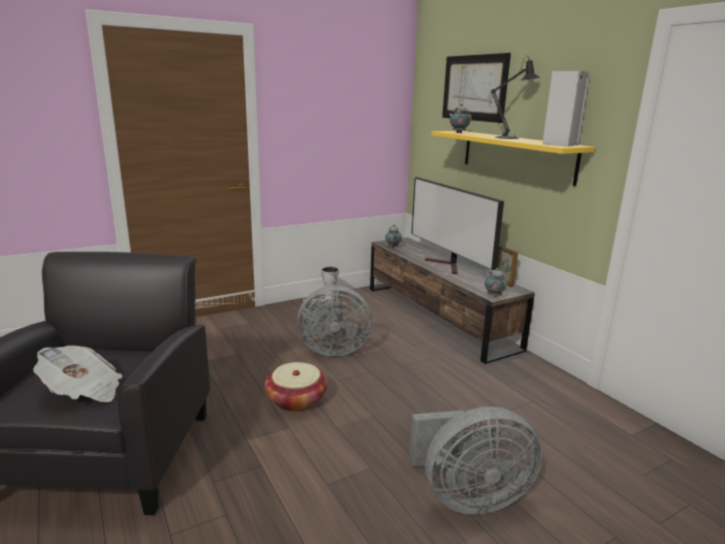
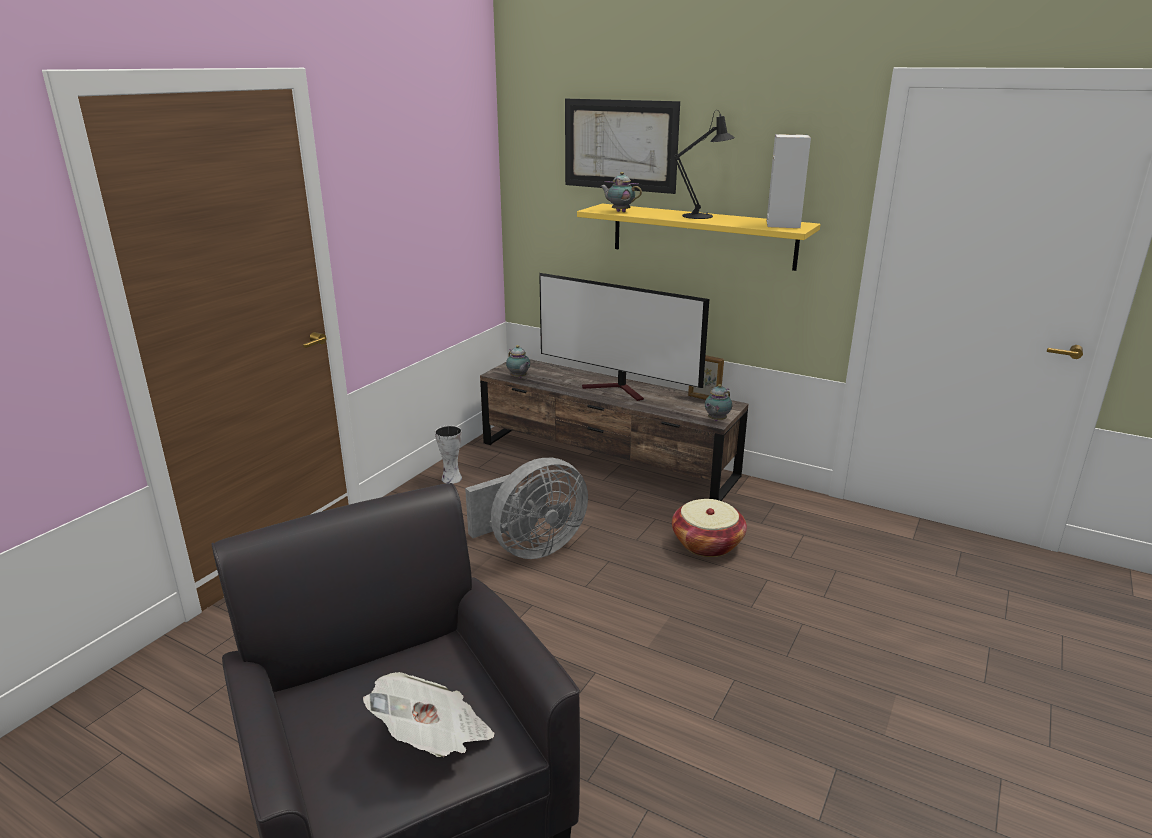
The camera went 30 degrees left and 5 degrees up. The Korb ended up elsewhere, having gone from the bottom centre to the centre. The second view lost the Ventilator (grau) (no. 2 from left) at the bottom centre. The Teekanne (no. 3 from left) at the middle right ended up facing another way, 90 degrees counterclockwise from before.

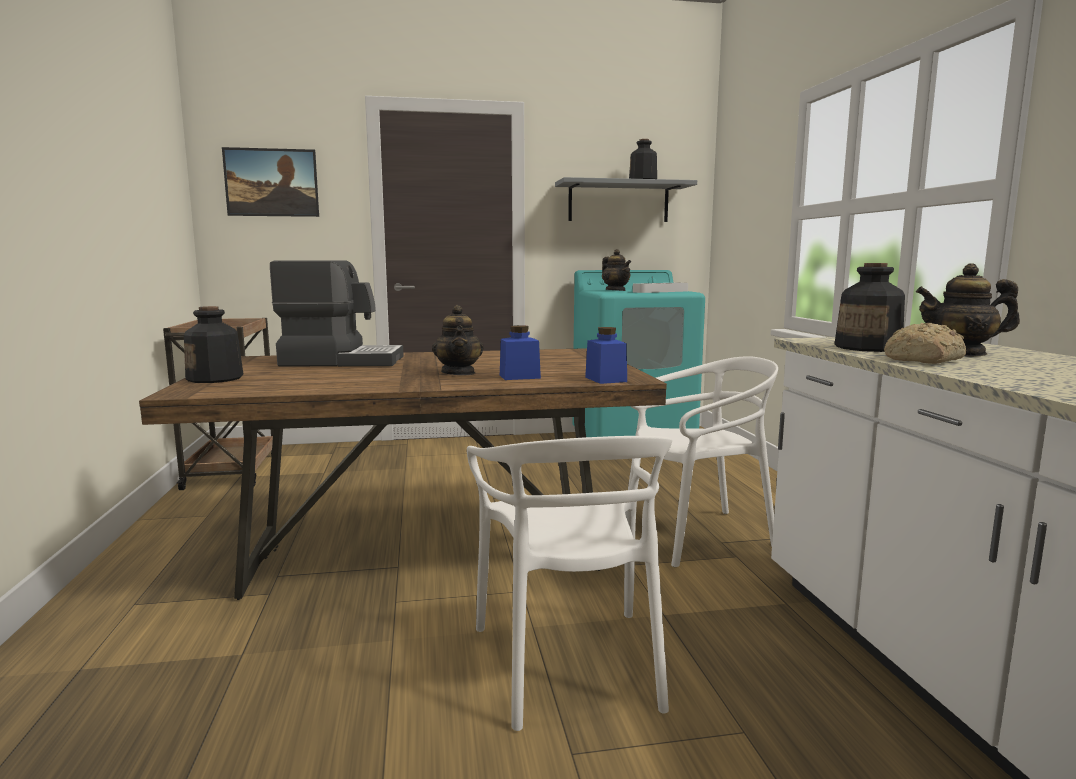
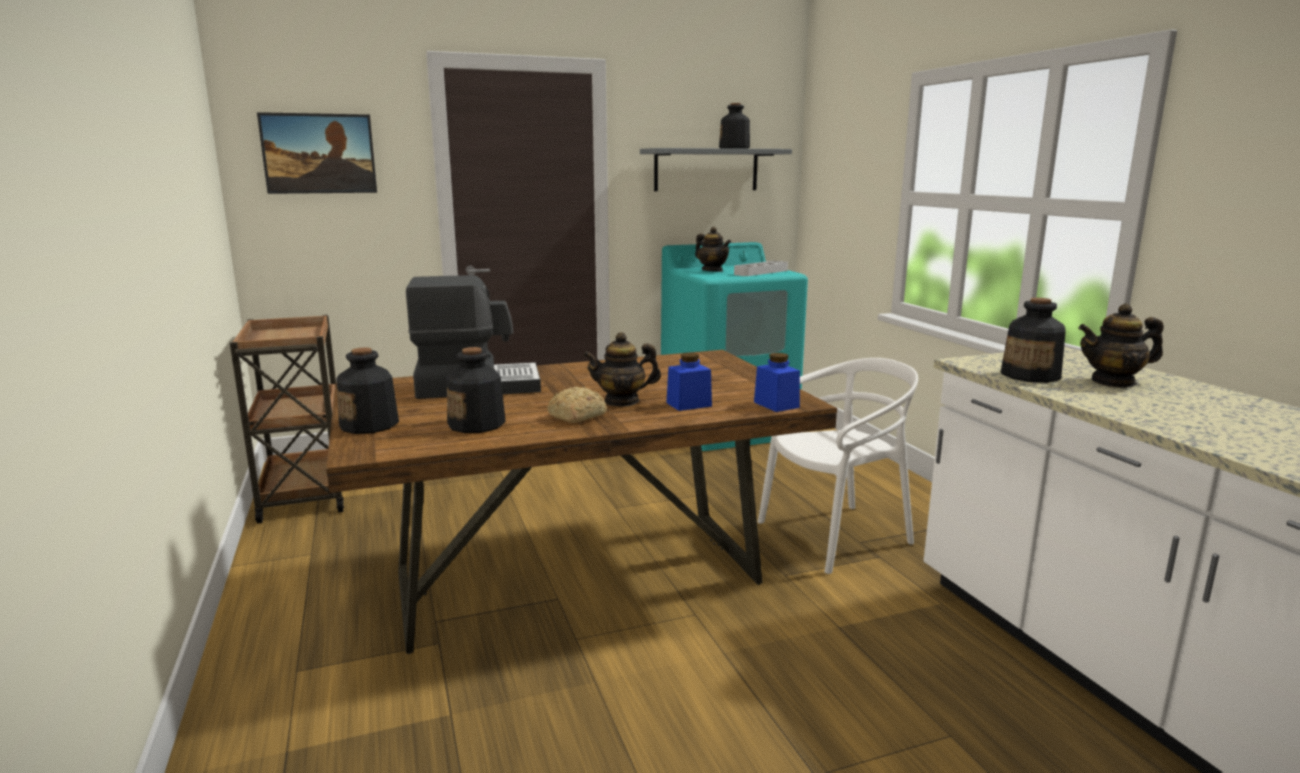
The camera went 10 degrees left and 5 degrees up. The Teekanne (no. 1 from left) at the centre ended up facing another way, 105 degrees clockwise from before. The second view lost the Stuhl (weiß) (no. 1 from left) at the bottom centre. The Brot ended up elsewhere, having gone from the middle right to the centre. The second view gained the Flasche (no. 2 from left) at the centre.

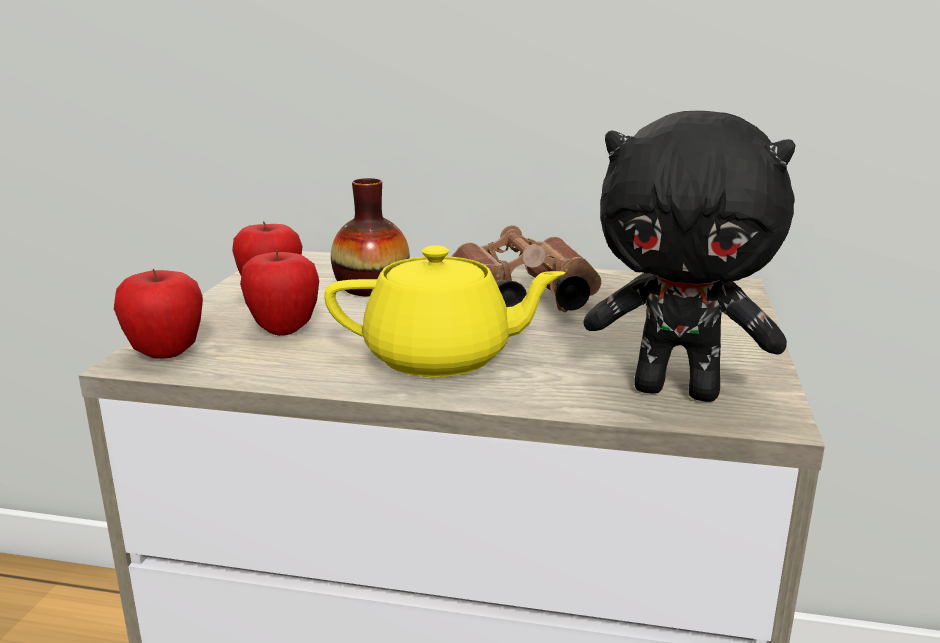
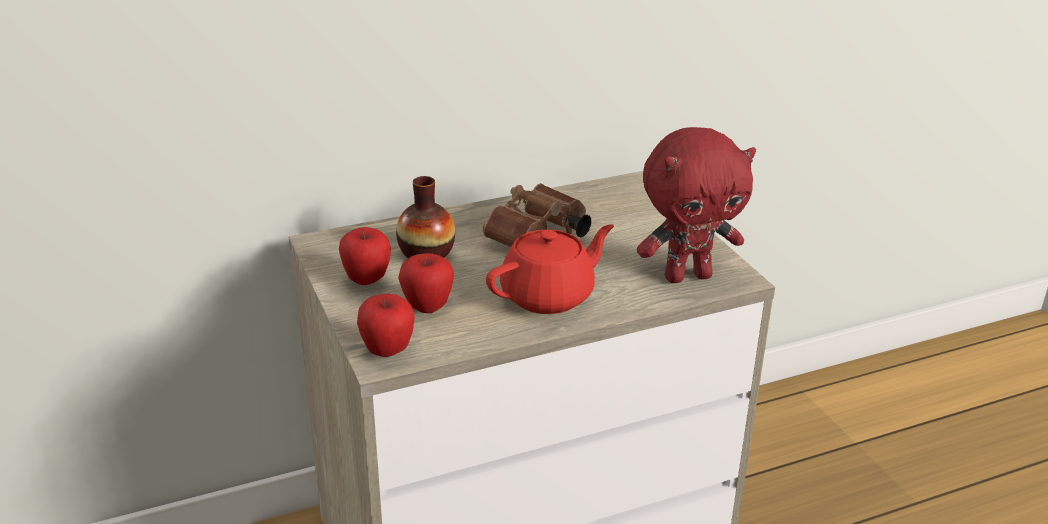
The camera went 35 degrees left and 10 degrees up. What was the Teekanne (gelb) at the centre turned into the Teekanne (rot) at the centre. What was the Plüschtier (schwarz) at the middle right turned into the Plüschtier (rot) at the centre.

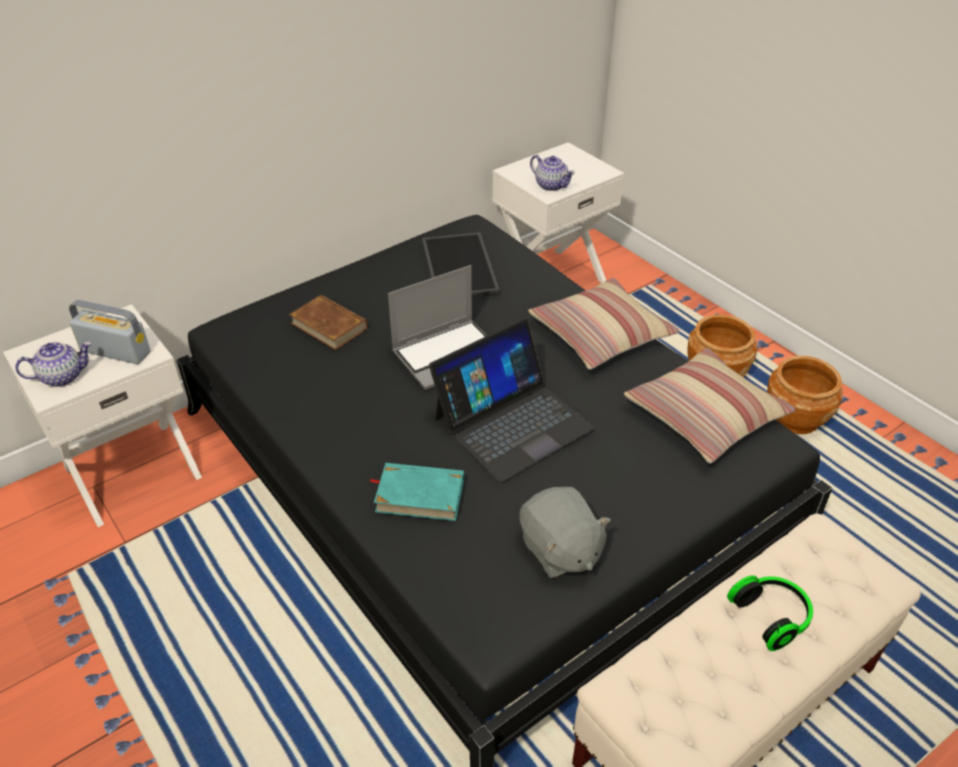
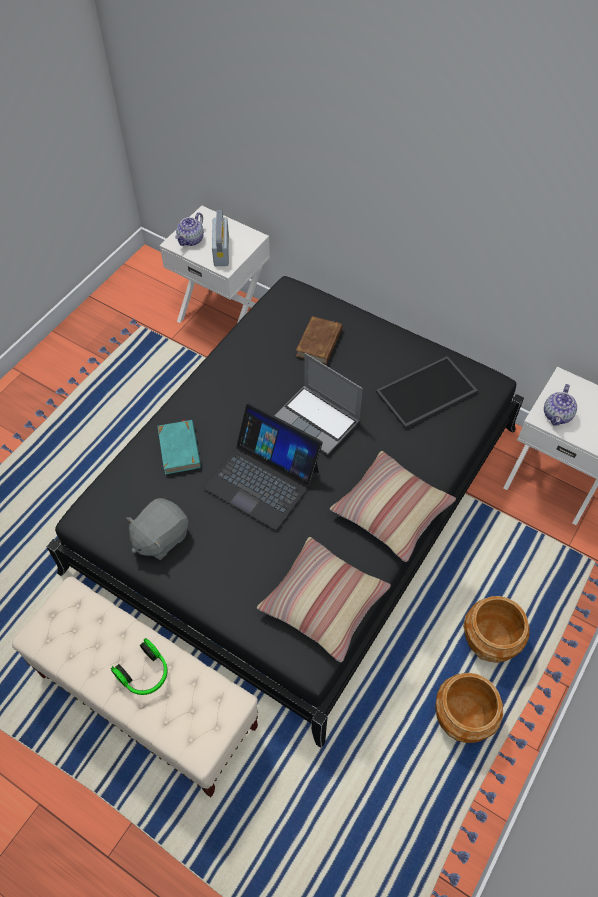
The camera went 70 degrees right and 15 degrees up. The Teekanne (no. 1 from left) at the middle left ended up facing another way, 75 degrees clockwise from before.

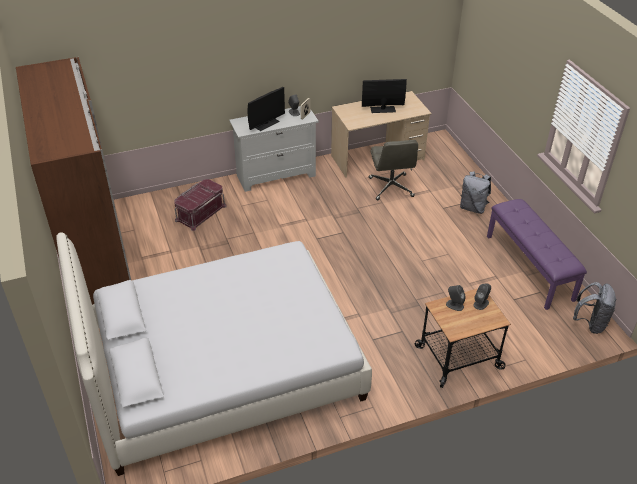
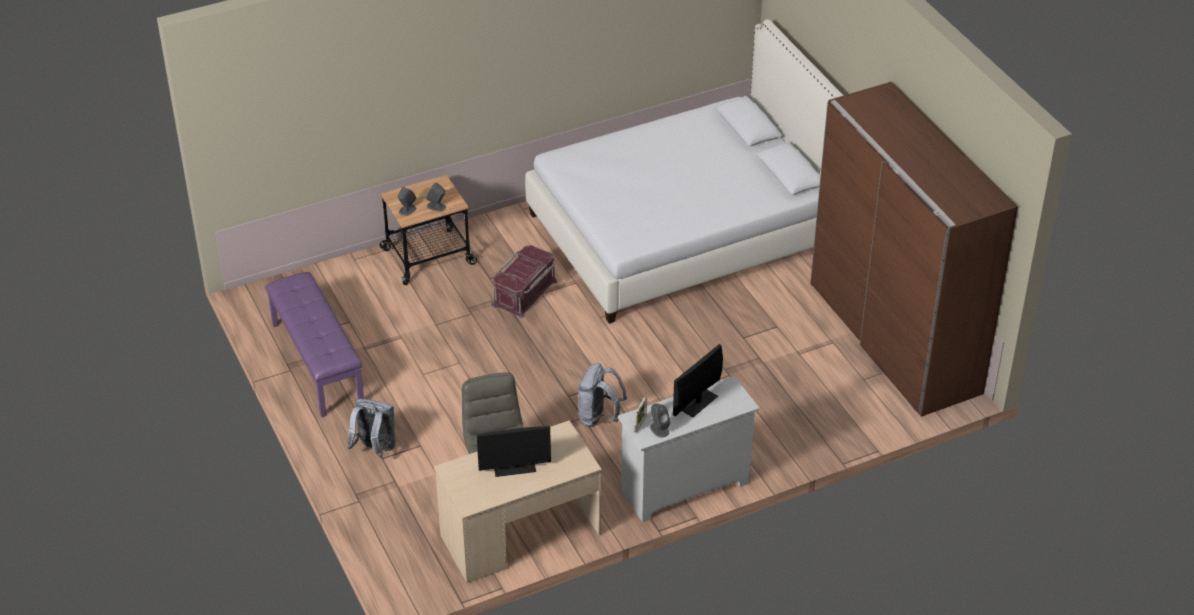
The camera went 175 degrees right and 0 degrees up. The Aufbewahrungsbox (rot) ended up elsewhere, having gone from the middle left to the centre. The Rucksack (grau) (no. 2 from left) ended up elsewhere, having gone from the middle right to the centre.

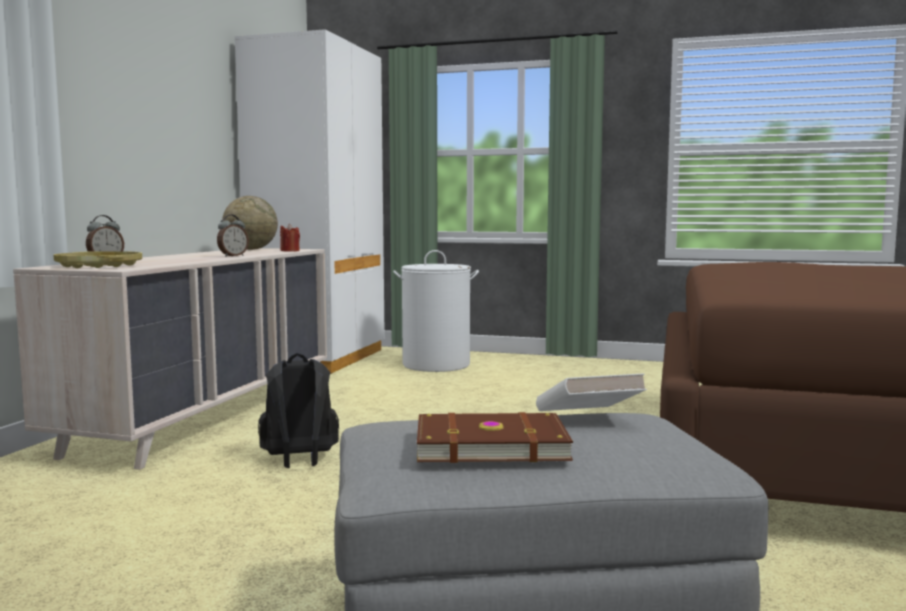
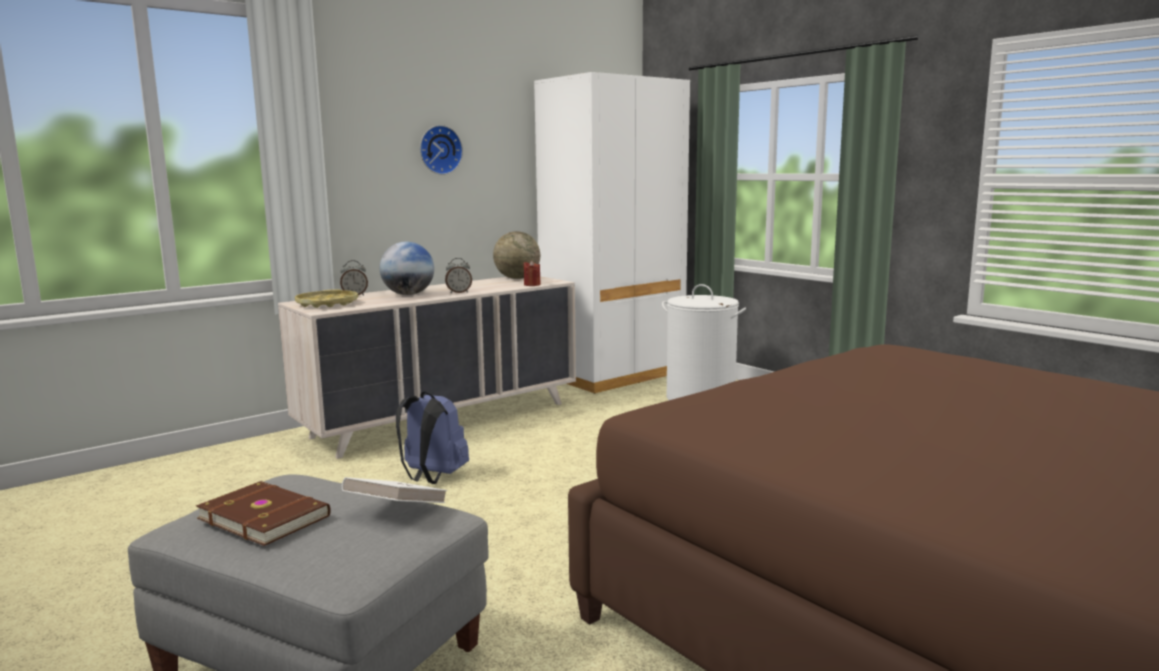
The camera went 35 degrees right and 5 degrees up. What was the Rucksack (schwarz) at the bottom left turned into the Rucksack (blau) at the centre. The second view gained the Globus (no. 1 from left) at the centre. The second view gained the Wanduhr at the top centre.

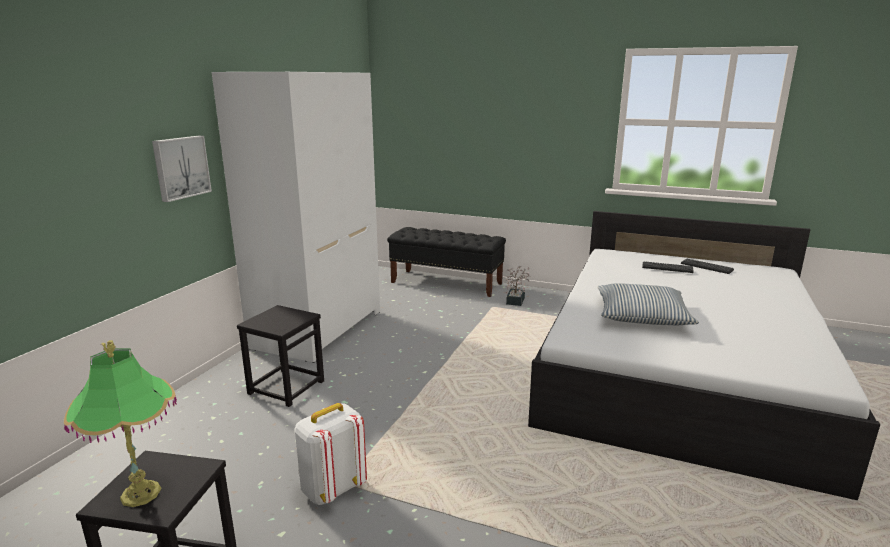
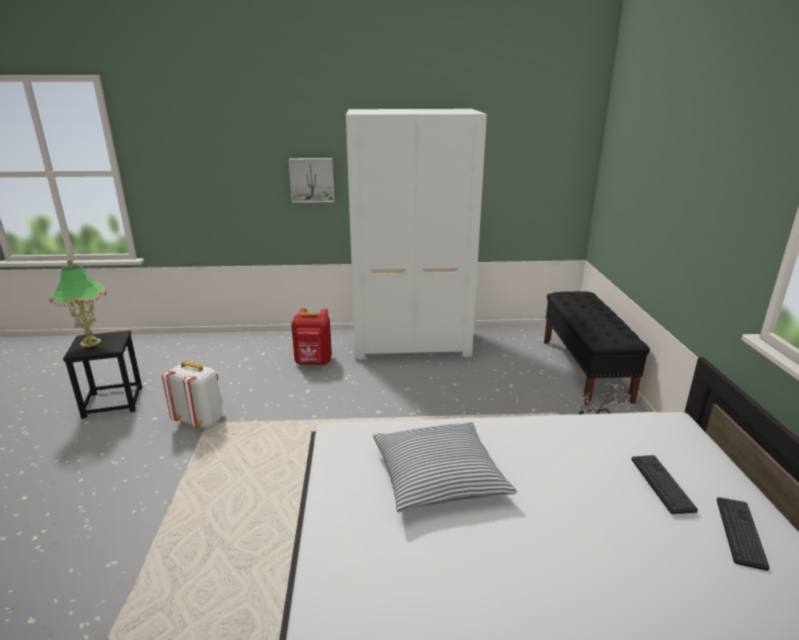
The camera went 65 degrees right and 5 degrees up. Where the Hocker (schwarz) (no. 2 from left) stood at the middle left, the Rucksack (rot) came to stand at the centre.

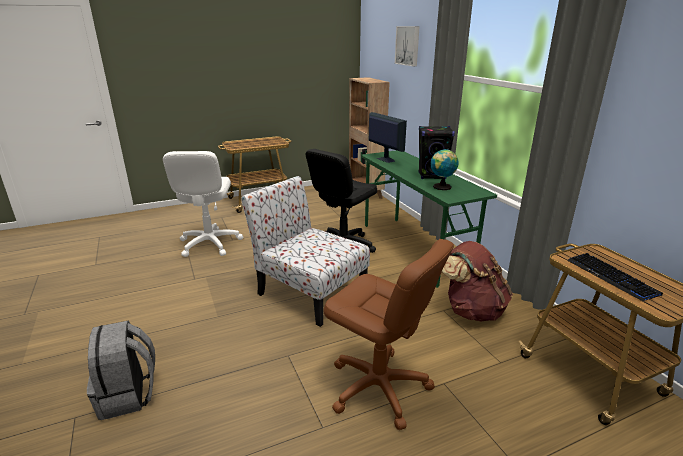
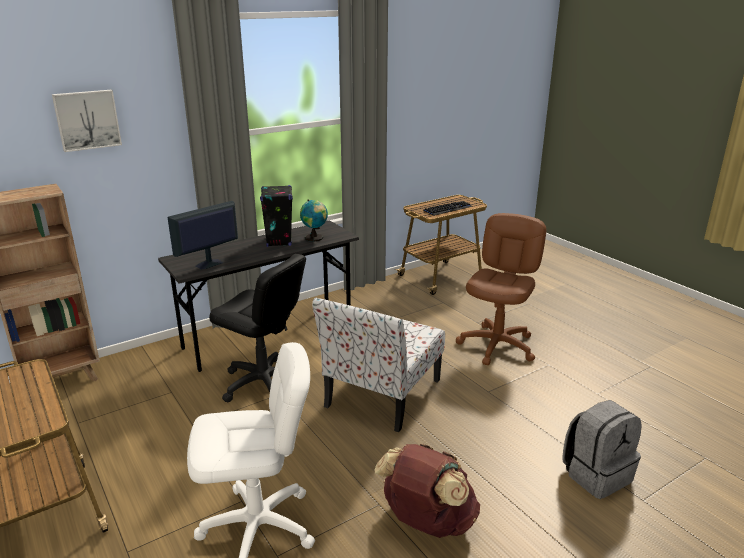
The camera went 100 degrees left and 0 degrees up. What was the Schreibtisch (grün) at the centre turned into the Schreibtisch (grau) at the centre. The Rucksack (braun) ended up elsewhere, having gone from the middle right to the bottom centre.

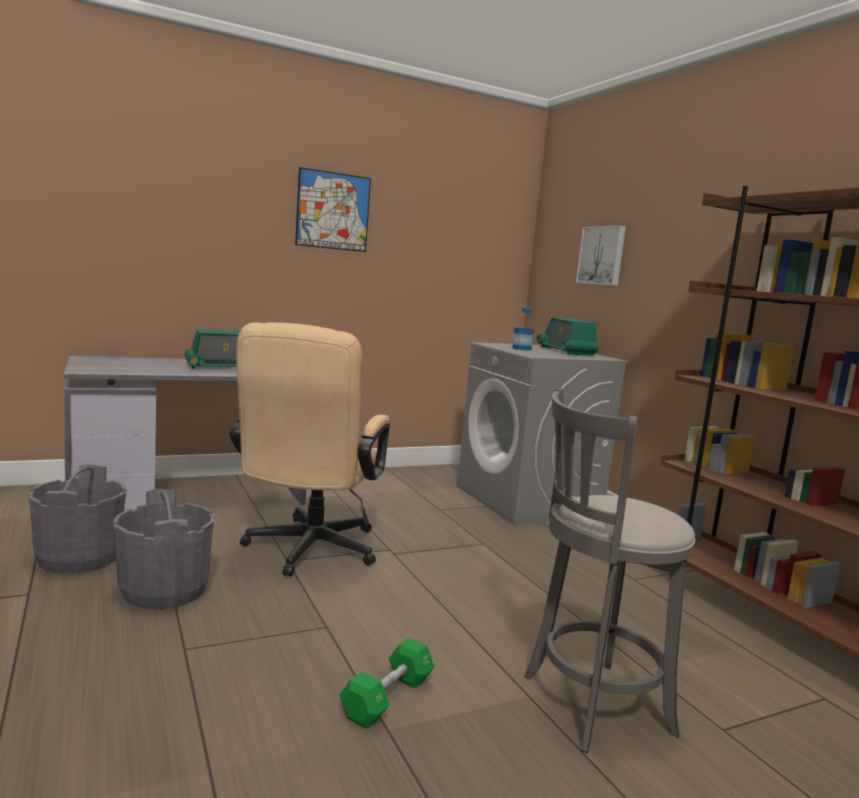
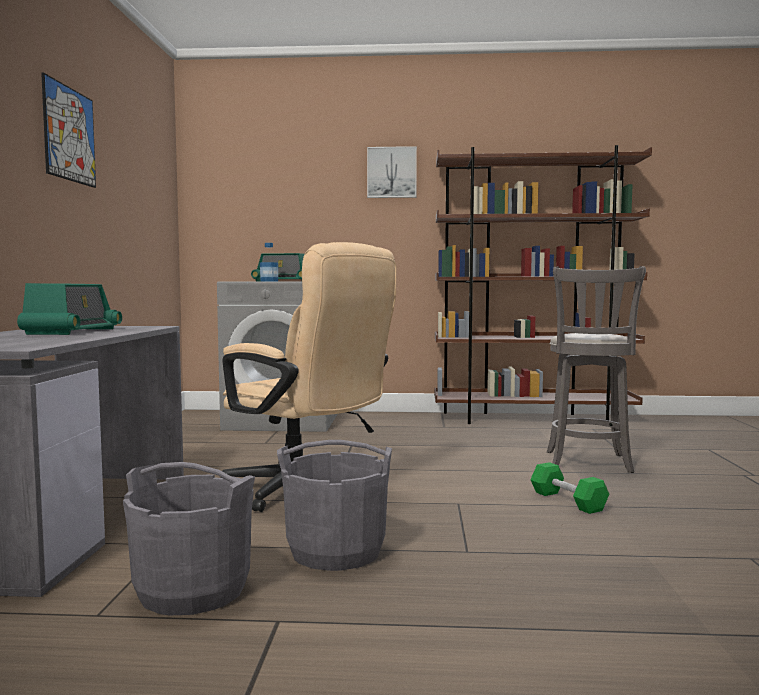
The camera went 60 degrees left and 5 degrees down. The Bild (no. 2 from left) ended up elsewhere, having gone from the top right to the top centre.

